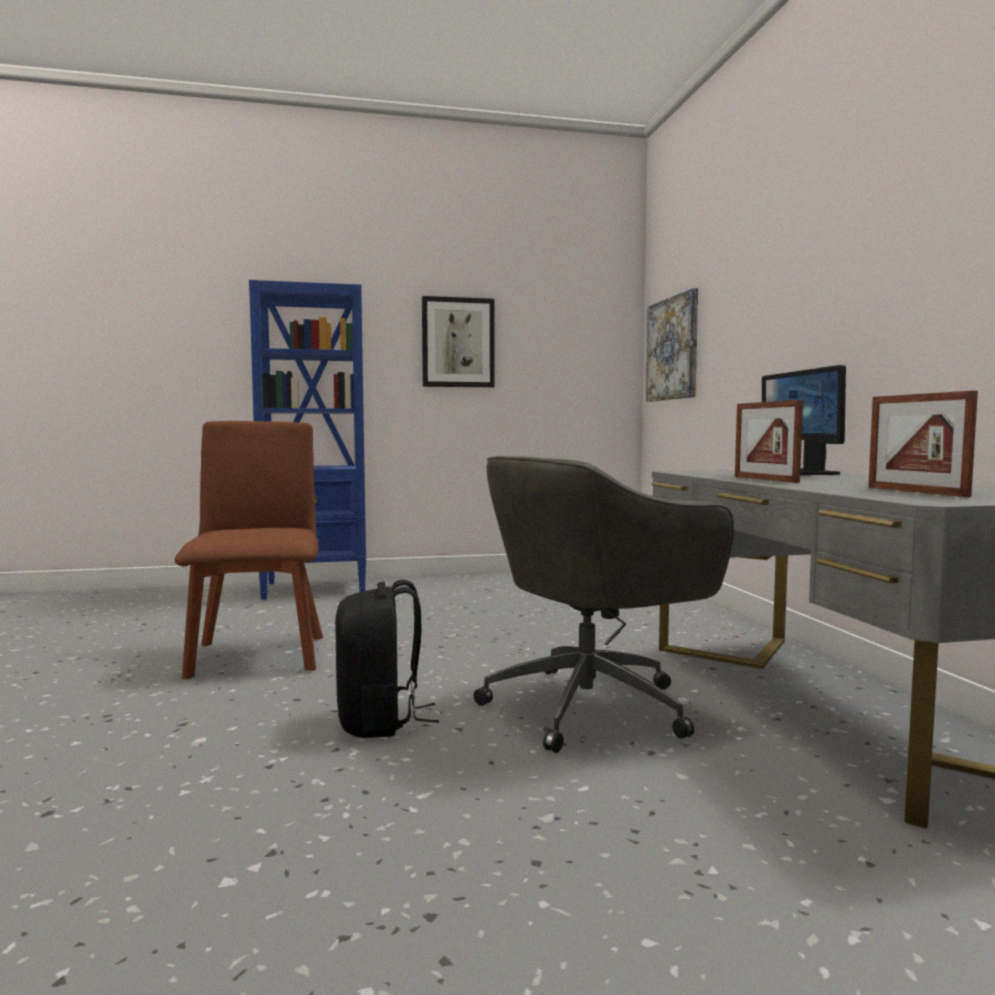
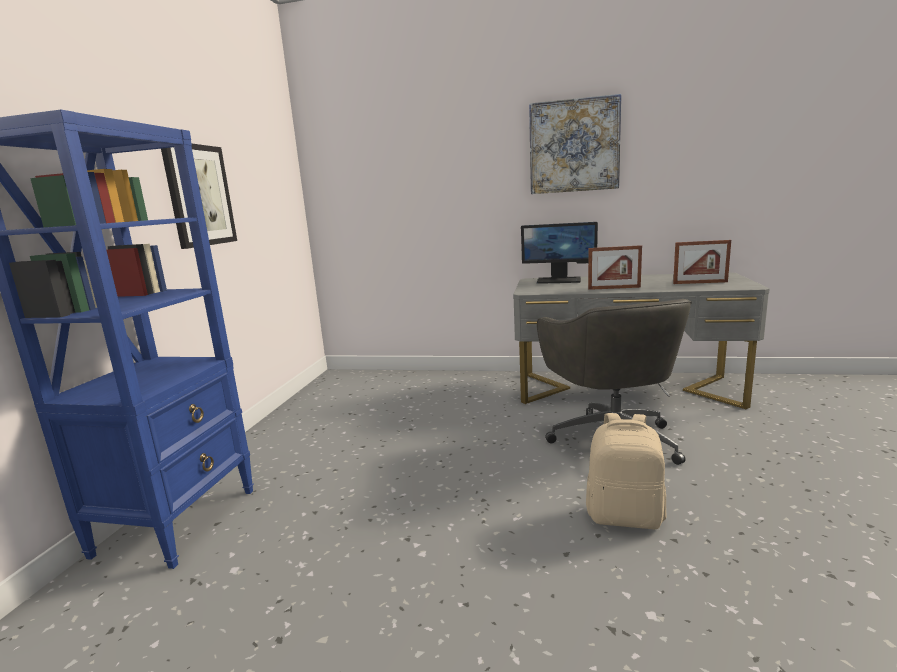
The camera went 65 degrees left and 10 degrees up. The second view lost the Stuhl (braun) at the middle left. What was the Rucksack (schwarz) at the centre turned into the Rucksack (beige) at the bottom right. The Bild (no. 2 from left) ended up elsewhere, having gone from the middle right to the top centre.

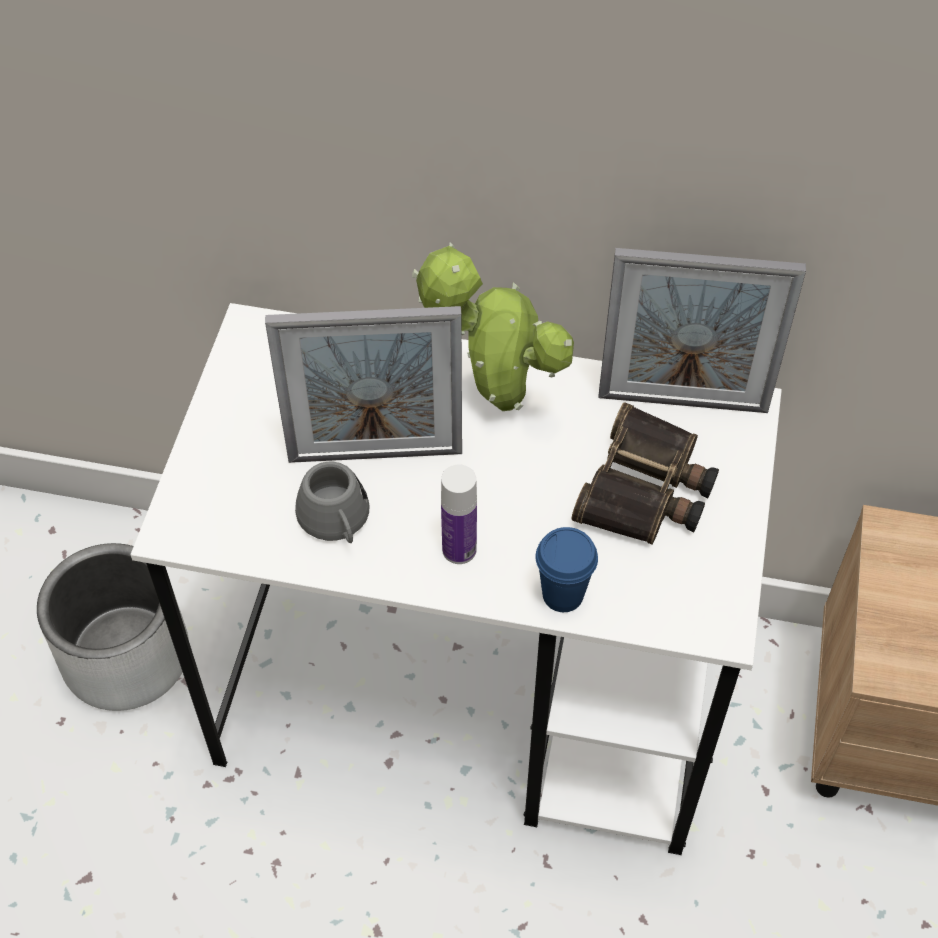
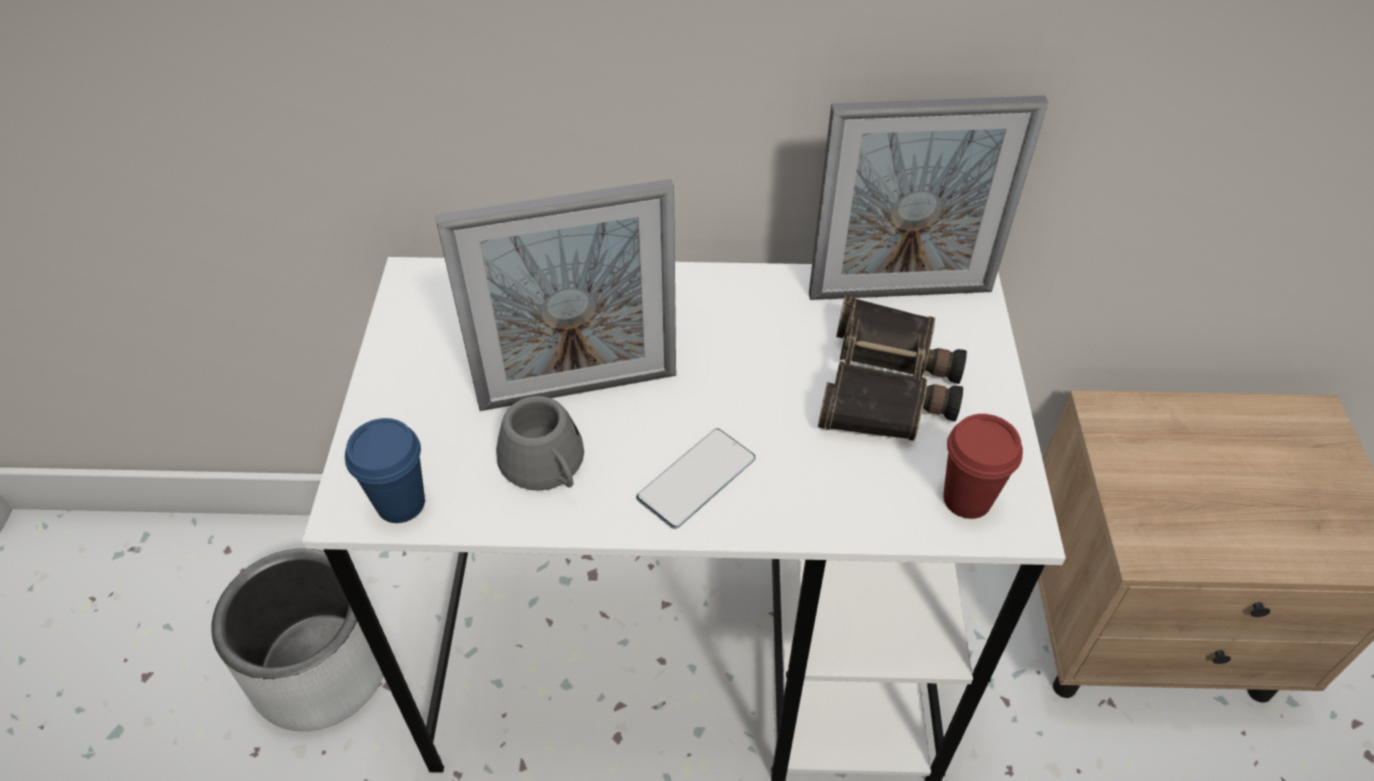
The camera went 10 degrees left and 5 degrees down. The second view lost the Topfpflanze at the centre. Where the Flasche stood at the centre, the Handy came to stand at the centre. The Tasse (blau) ended up elsewhere, having gone from the centre to the middle left. The second view gained the Tasse (rot) at the middle right.

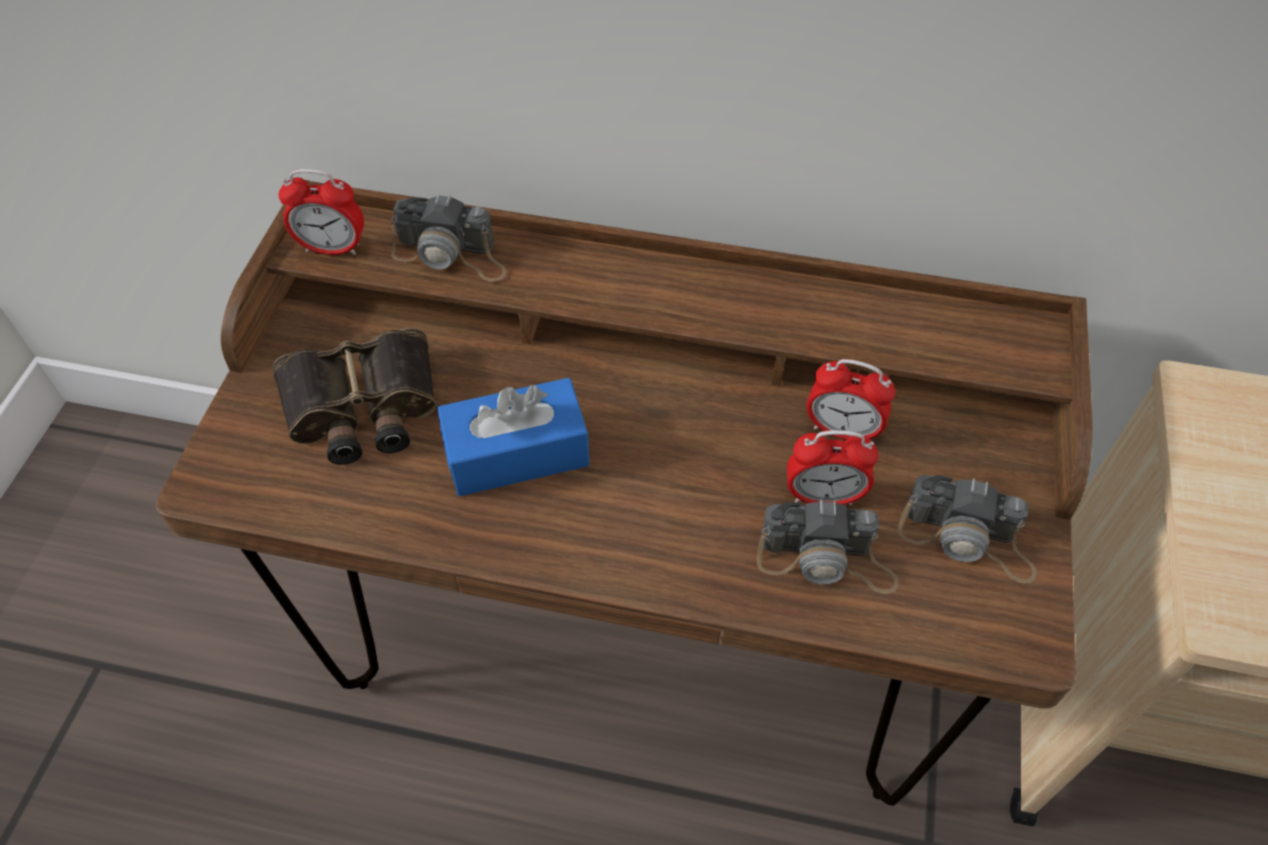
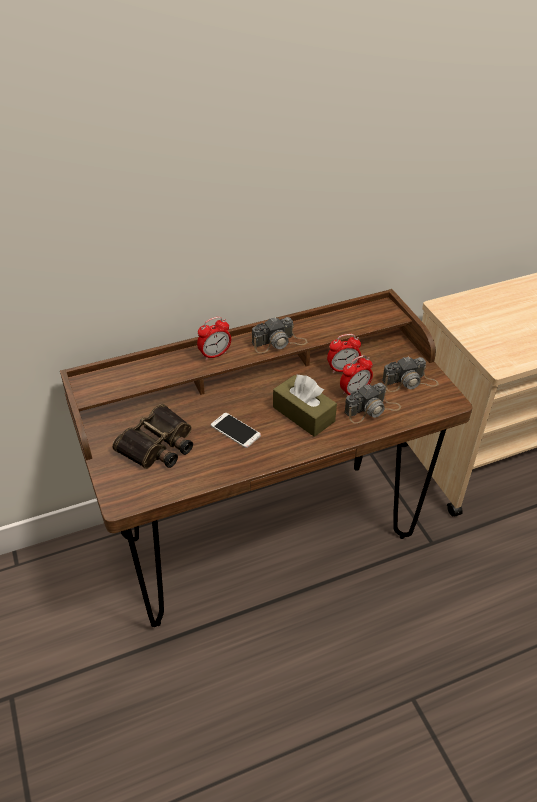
The camera went 35 degrees left and 10 degrees down. The Wecker (no. 1 from left) ended up elsewhere, having gone from the top left to the centre. The Kamera (no. 1 from left) ended up elsewhere, having gone from the top centre to the centre. Where the Taschentuchbox (blau) stood at the centre, the Handy came to stand at the centre. The second view gained the Taschentuchbox (braun) at the centre.

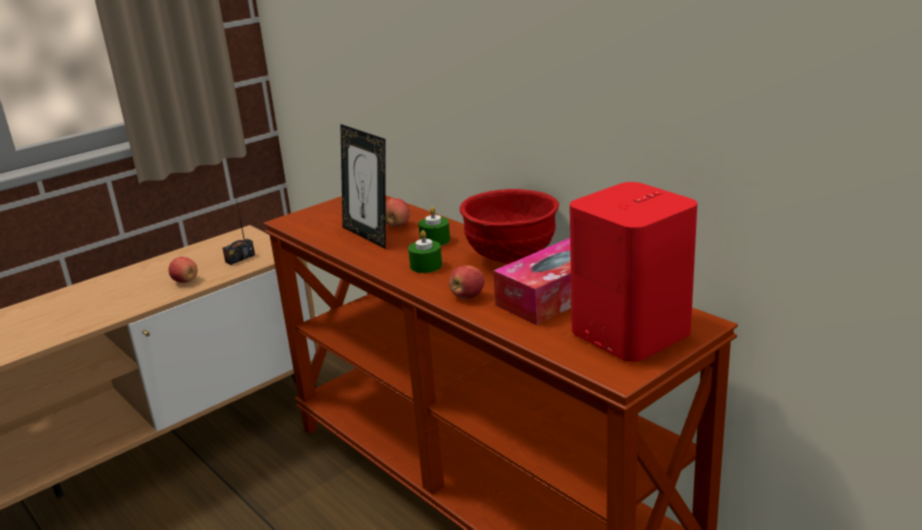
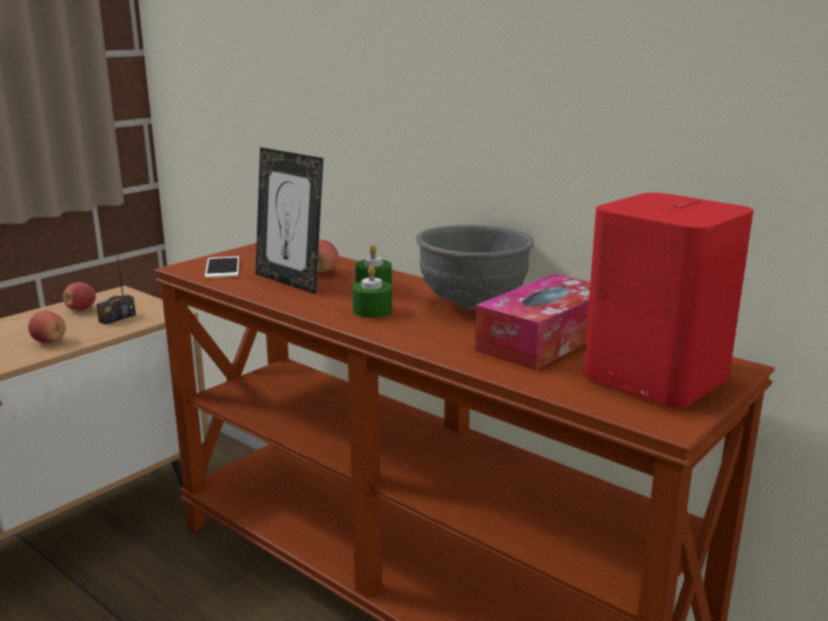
The camera went 10 degrees left and 5 degrees down. The Apfel (no. 3 from left in the first image) ended up elsewhere, having gone from the centre to the middle left. What was the Schüssel (rot) at the centre turned into the Schüssel (grau) at the centre. The second view gained the Handy at the middle left.

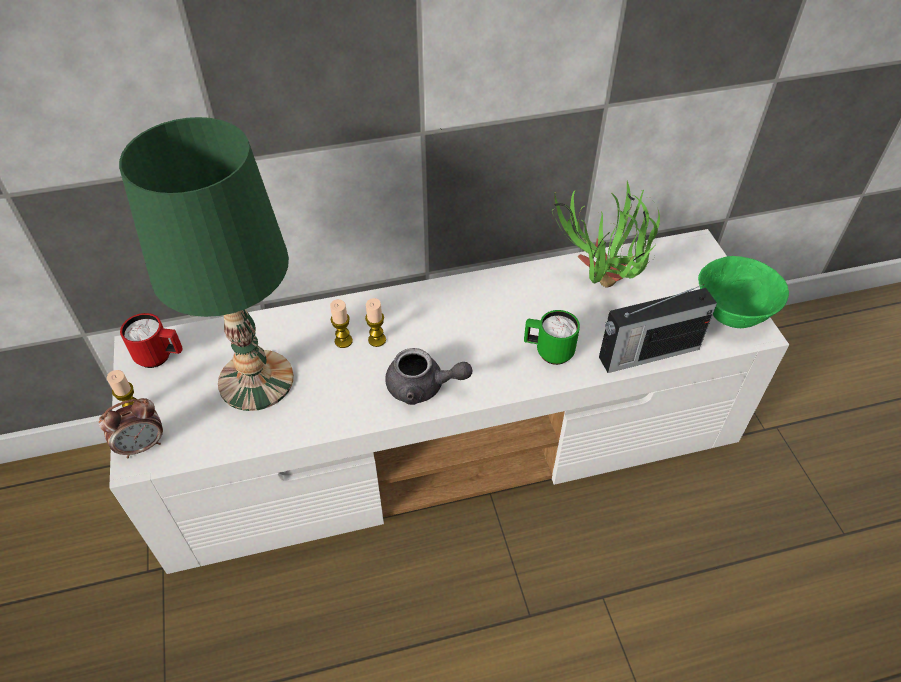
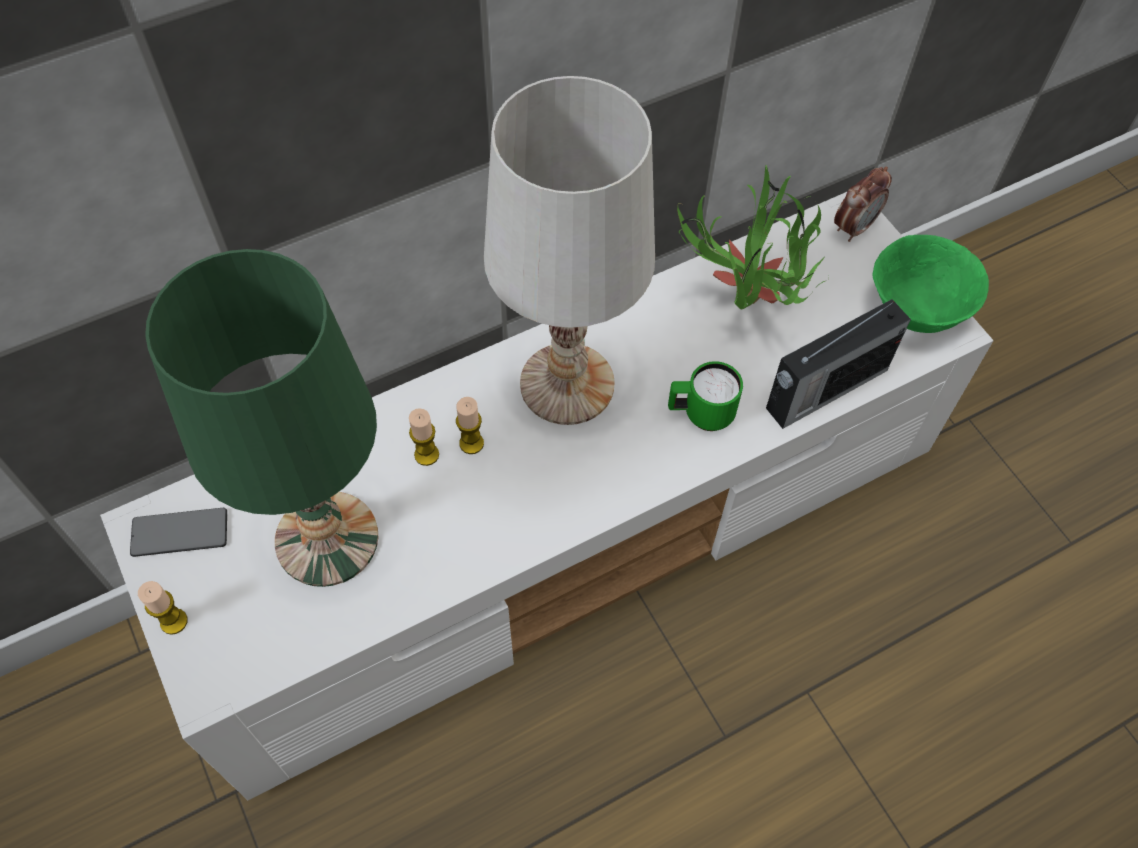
The camera went 15 degrees left and 10 degrees up. The Wecker ended up elsewhere, having gone from the middle left to the top right. Where the Henkelbecher (rot) stood at the middle left, the Handy came to stand at the middle left. The second view lost the Teekanne (grau) at the centre. The second view gained the Tischlampe (weiß) at the top centre.

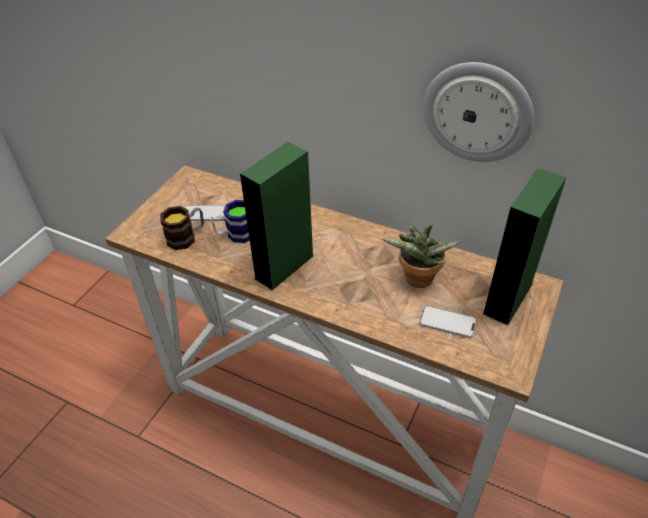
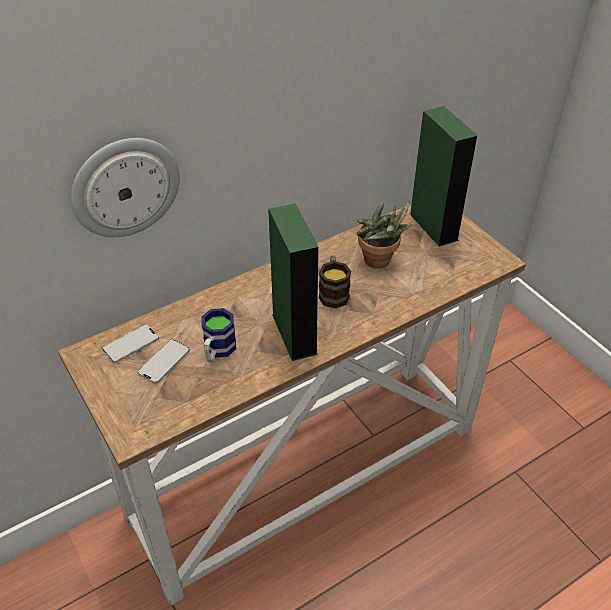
The camera went 60 degrees left and 0 degrees up. The Henkelbecher (no. 1 from left in the first image) ended up elsewhere, having gone from the middle left to the centre. The Handy (no. 2 from left in the first image) ended up elsewhere, having gone from the middle right to the middle left. The Wanduhr ended up elsewhere, having gone from the top right to the top left.

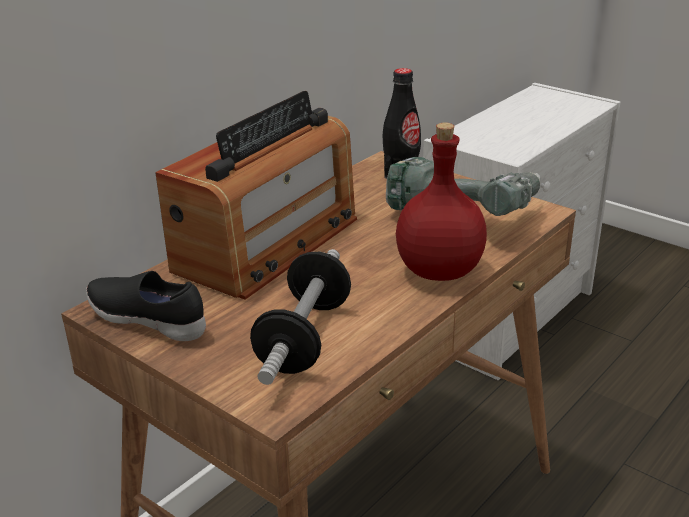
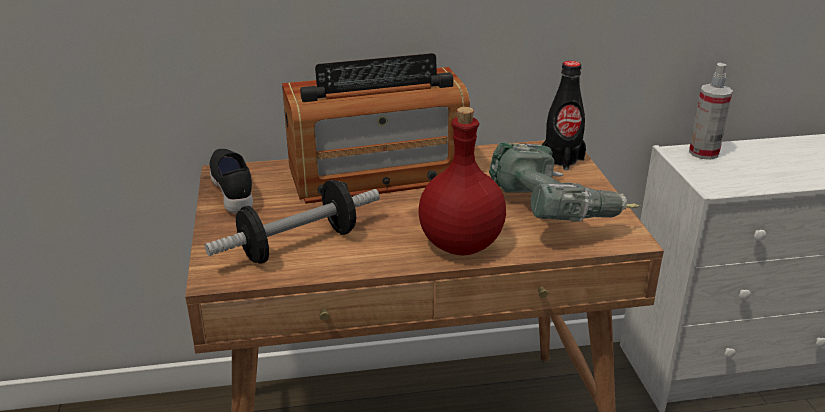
The camera went 40 degrees right and 0 degrees up. The second view gained the Sprühflasche at the top right.

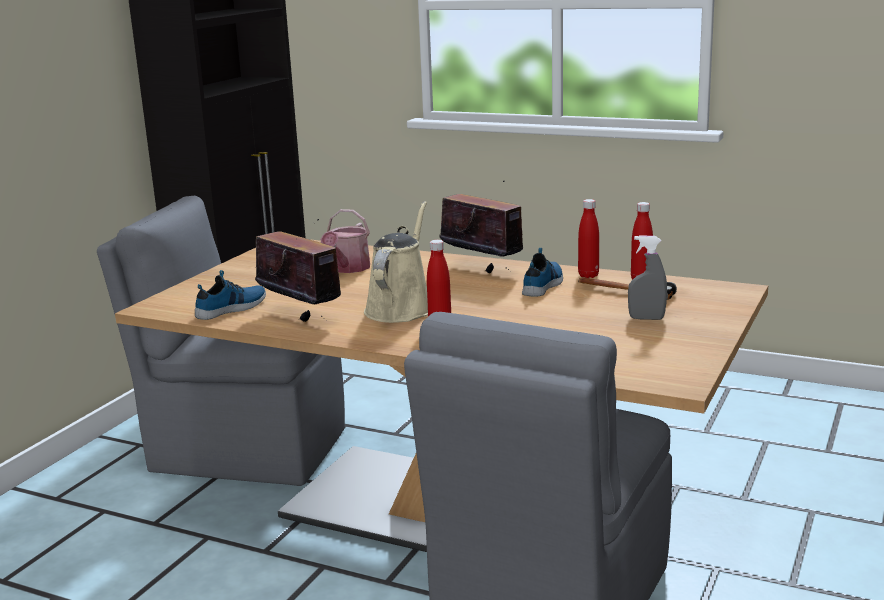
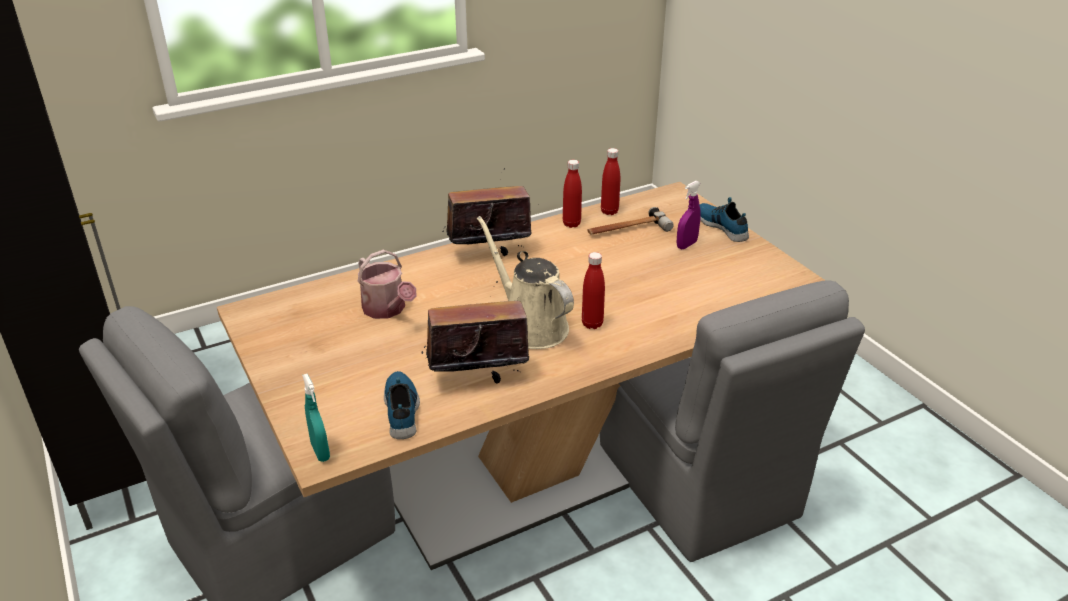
The camera went 55 degrees left and 15 degrees up. The Schuh (no. 2 from left) ended up elsewhere, having gone from the centre to the middle right. What was the Sprühflasche (grau) at the middle right turned into the Sprühflasche (lila) at the centre. The second view gained the Sprühflasche (türkis) at the bottom left.

